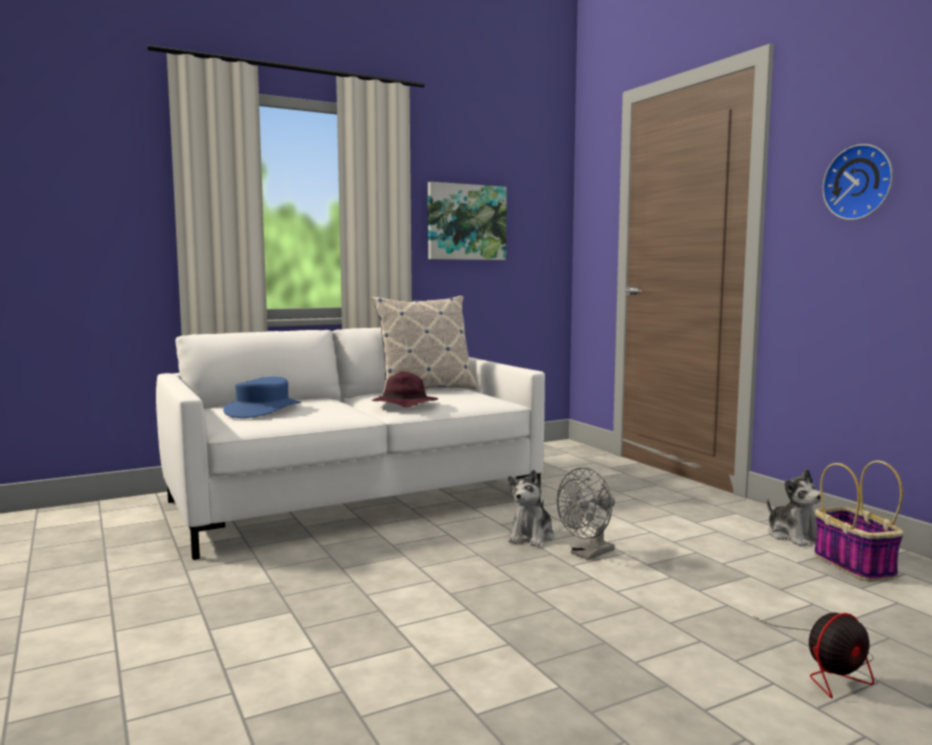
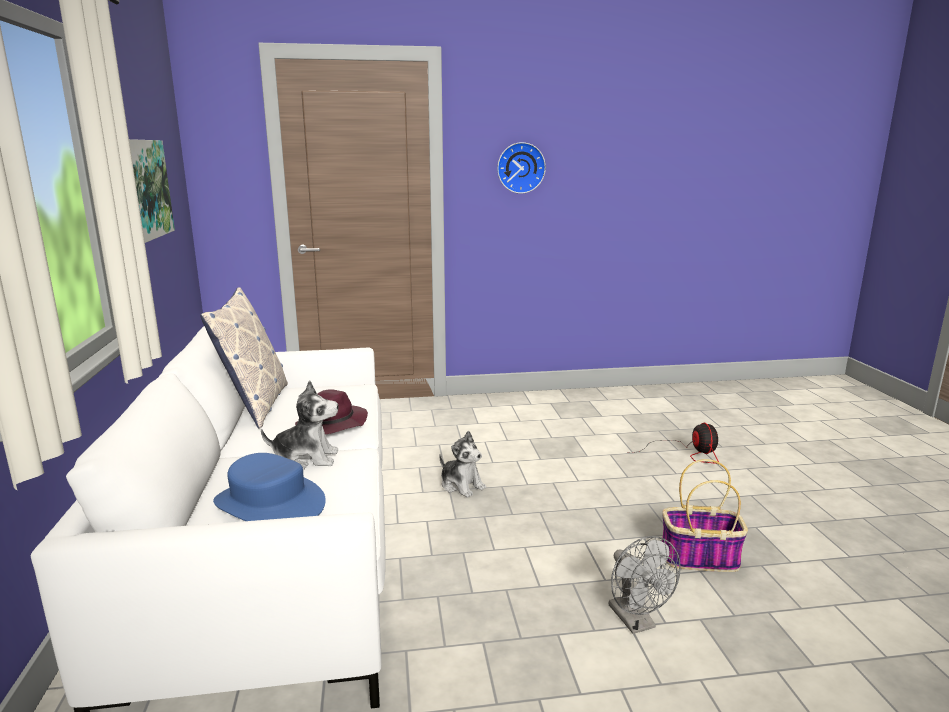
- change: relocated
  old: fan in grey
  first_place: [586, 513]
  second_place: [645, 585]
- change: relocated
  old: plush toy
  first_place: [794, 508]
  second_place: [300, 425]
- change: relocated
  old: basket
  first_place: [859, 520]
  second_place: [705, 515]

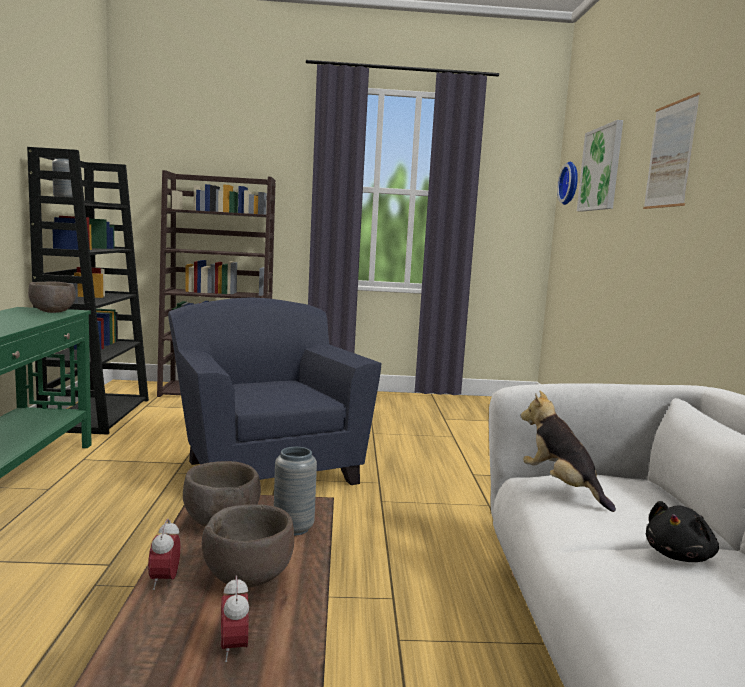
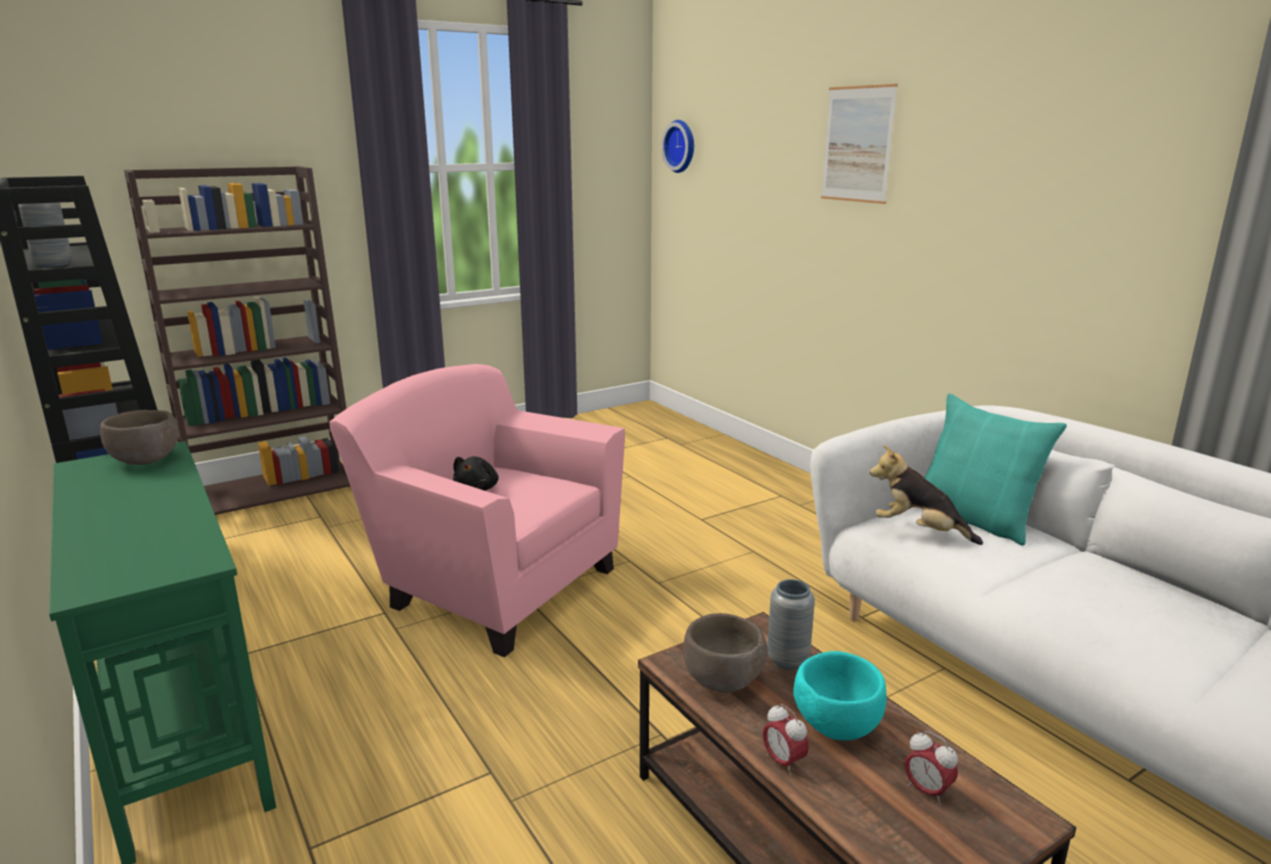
- change: missing
  old: picture
  first_place: [600, 166]
- change: appeared
  new: pillow in turquoise
  second_place: [996, 469]
- change: relocated
  old: plush toy in black
  first_place: [682, 531]
  second_place: [476, 474]
- change: colour
  old: armchair in blue
  new: armchair in pink
  first_place: [274, 391]
  second_place: [477, 510]
- change: colour
  old: bowl in brown
  new: bowl in turquoise
  first_place: [248, 545]
  second_place: [840, 695]

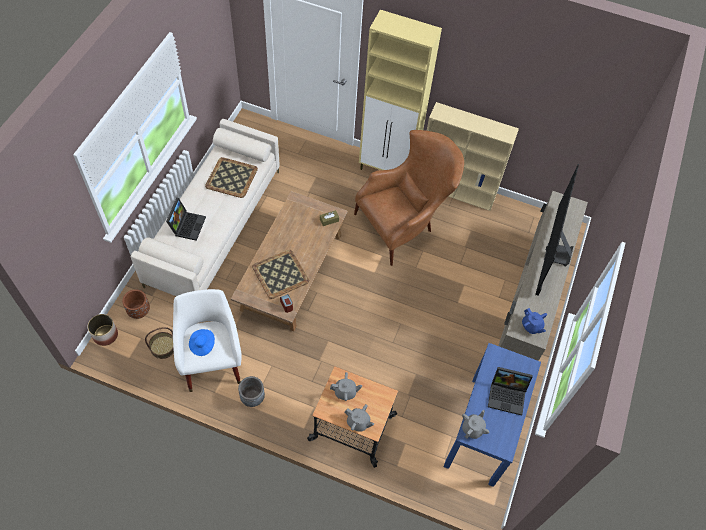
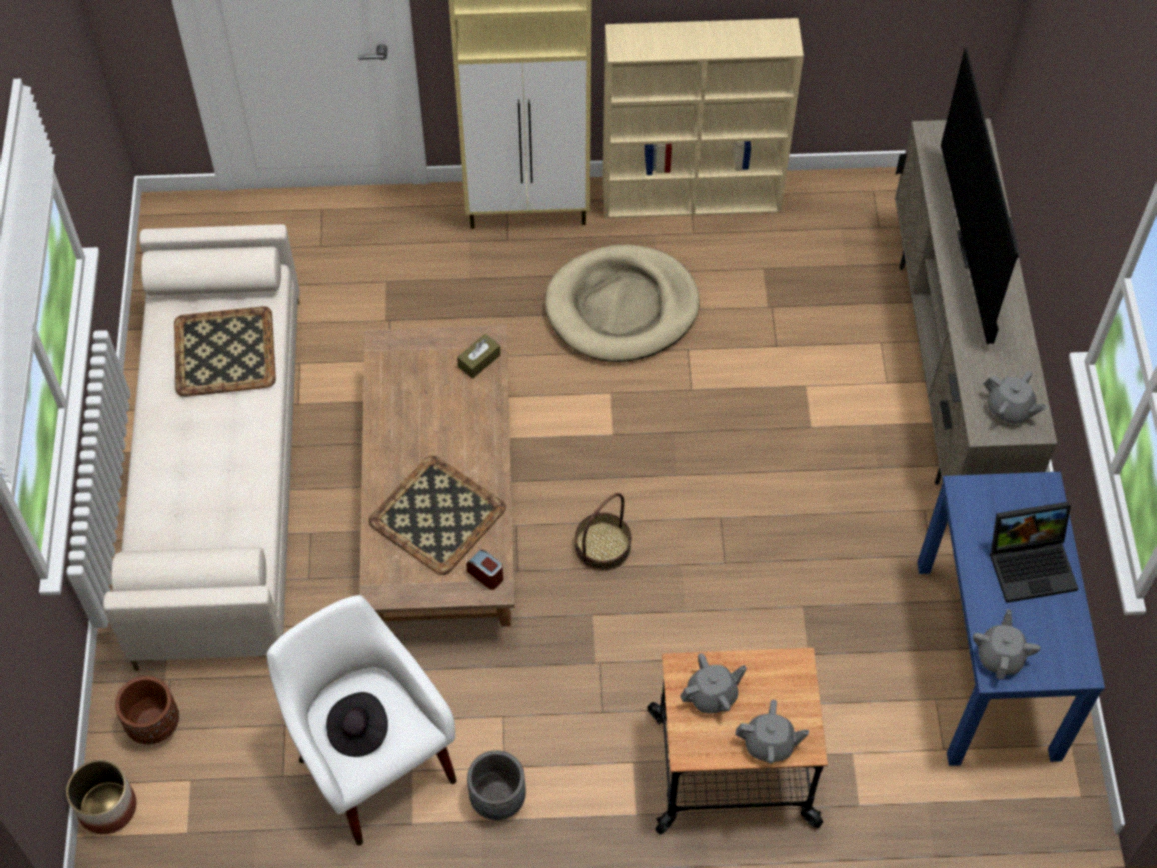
- change: missing
  old: laptop
  first_place: [186, 219]
- change: relocated
  old: basket
  first_place: [159, 343]
  second_place: [603, 532]
- change: exchanged
  old: armchair in brown
  new: dog bed in beige
  first_place: [409, 198]
  second_place: [622, 303]
- change: colour
  old: hat in blue
  new: hat in black
  first_place: [202, 342]
  second_place: [357, 724]
- change: colour
  old: teapot in blue
  new: teapot in grey
  first_place: [534, 321]
  second_place: [1015, 398]

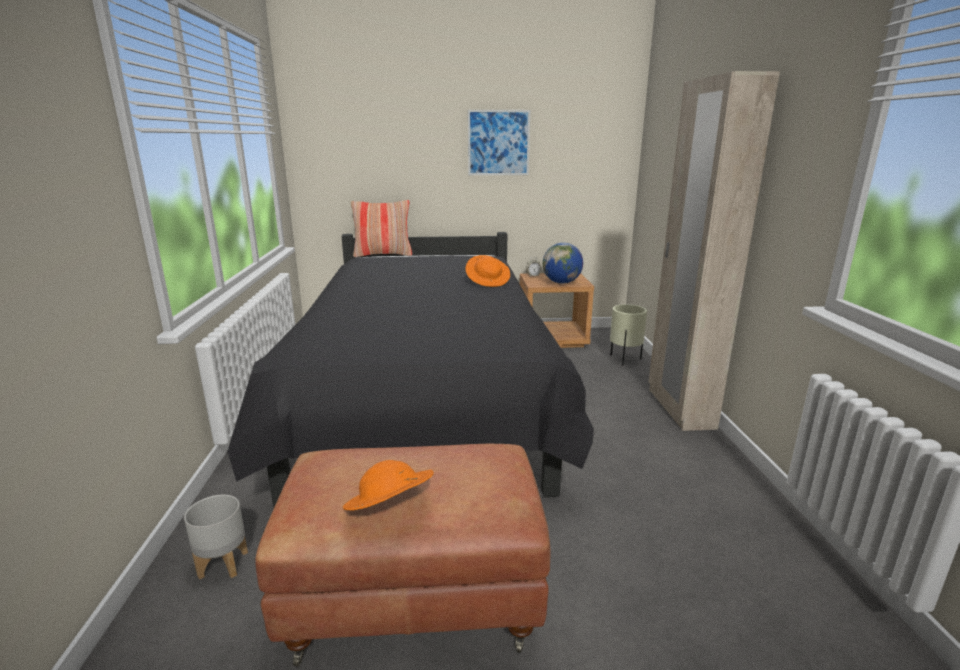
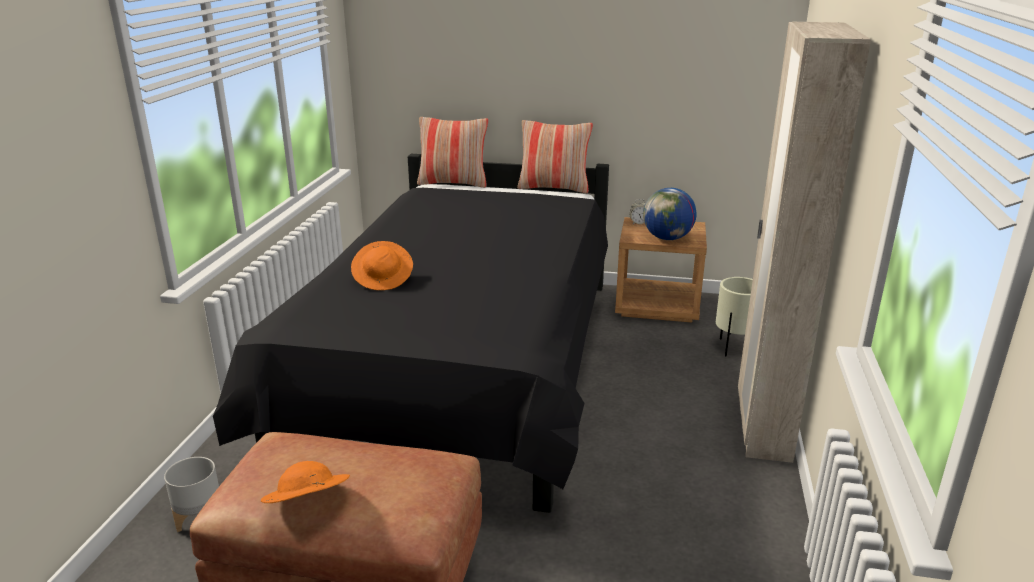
- change: missing
  old: picture
  first_place: [499, 142]
- change: appeared
  new: pillow
  second_place: [555, 156]
- change: relocated
  old: hat in orange
  first_place: [488, 271]
  second_place: [382, 265]

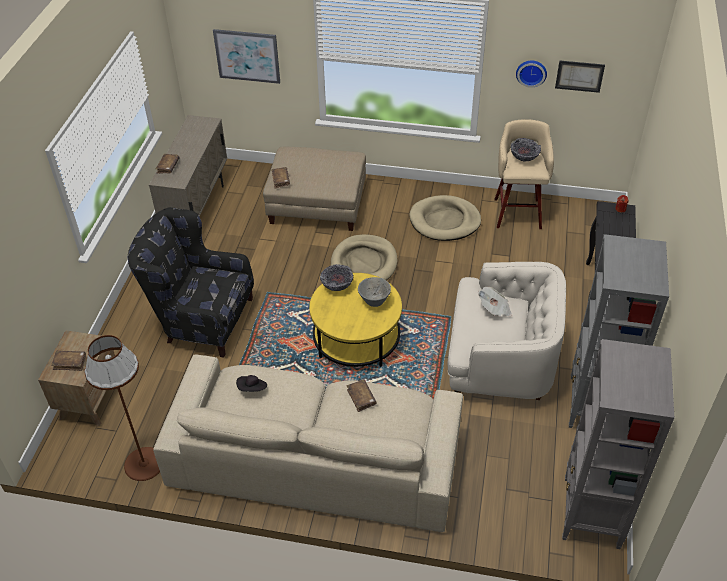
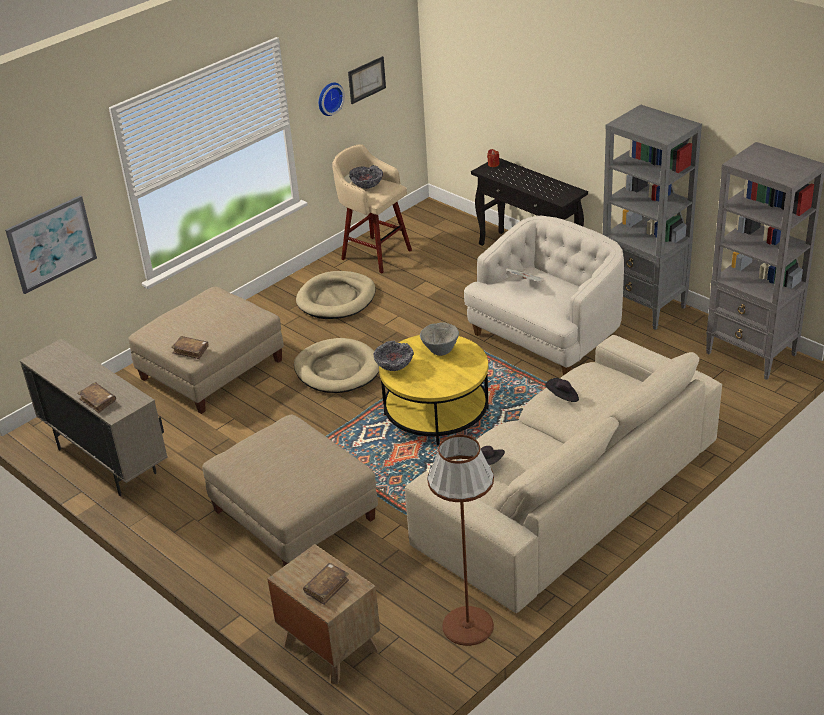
- change: exchanged
  old: armchair in black
  new: ottoman in beige
  first_place: [191, 282]
  second_place: [290, 490]
- change: exchanged
  old: book in brown
  new: hat in black
  first_place: [362, 395]
  second_place: [562, 390]

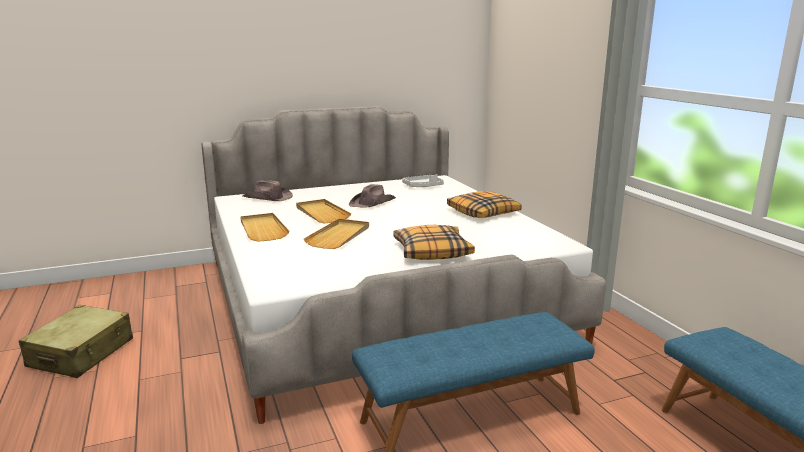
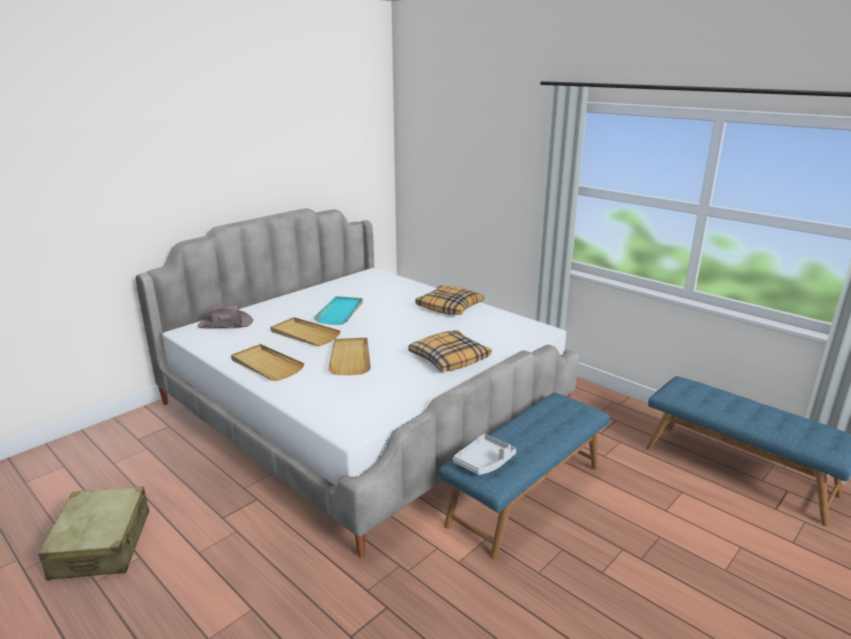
- change: relocated
  old: tray in grey
  first_place: [423, 180]
  second_place: [484, 454]
- change: exchanged
  old: hat in brown
  new: tray in turquoise
  first_place: [372, 196]
  second_place: [338, 310]

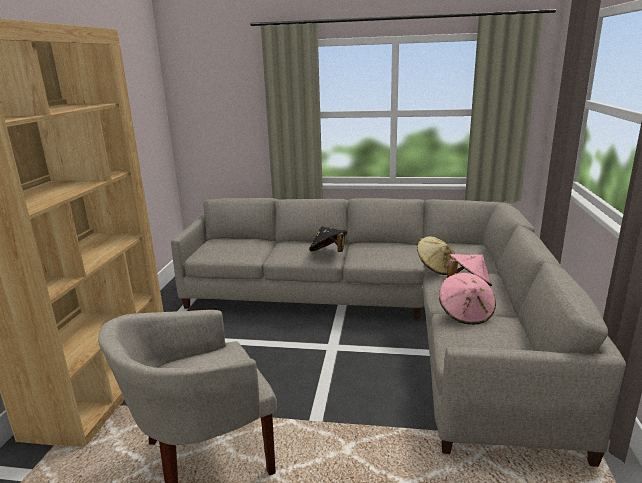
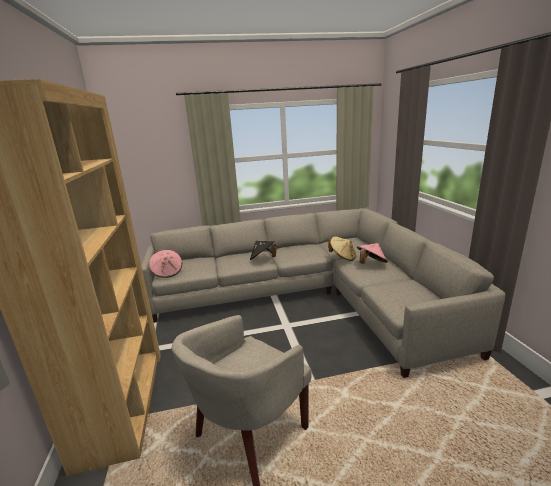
- change: relocated
  old: hat in pink
  first_place: [467, 299]
  second_place: [165, 264]

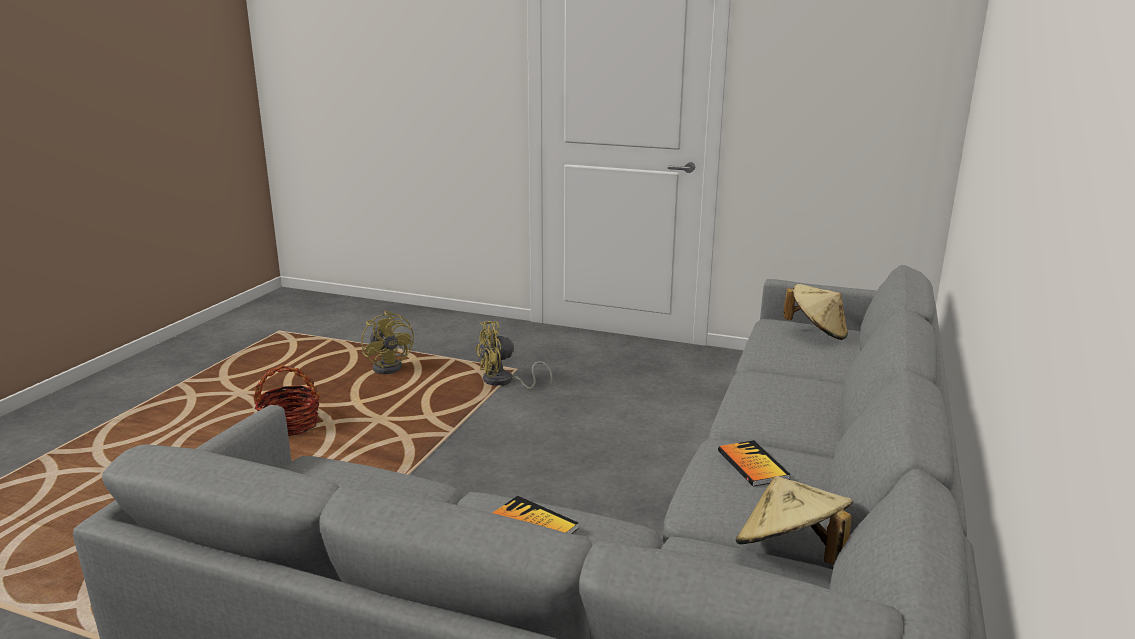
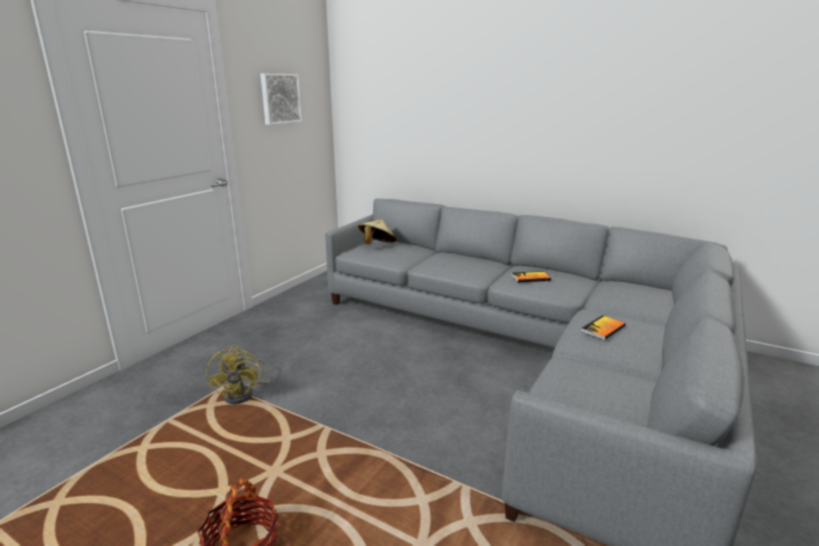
- change: missing
  old: fan in yellow
  first_place: [387, 342]
- change: missing
  old: hat in beige
  first_place: [794, 520]
- change: appeared
  new: picture
  second_place: [281, 99]

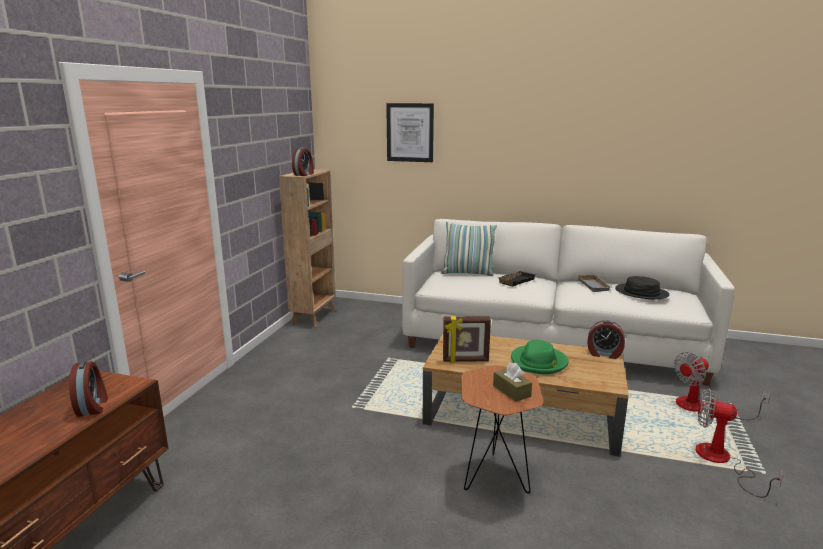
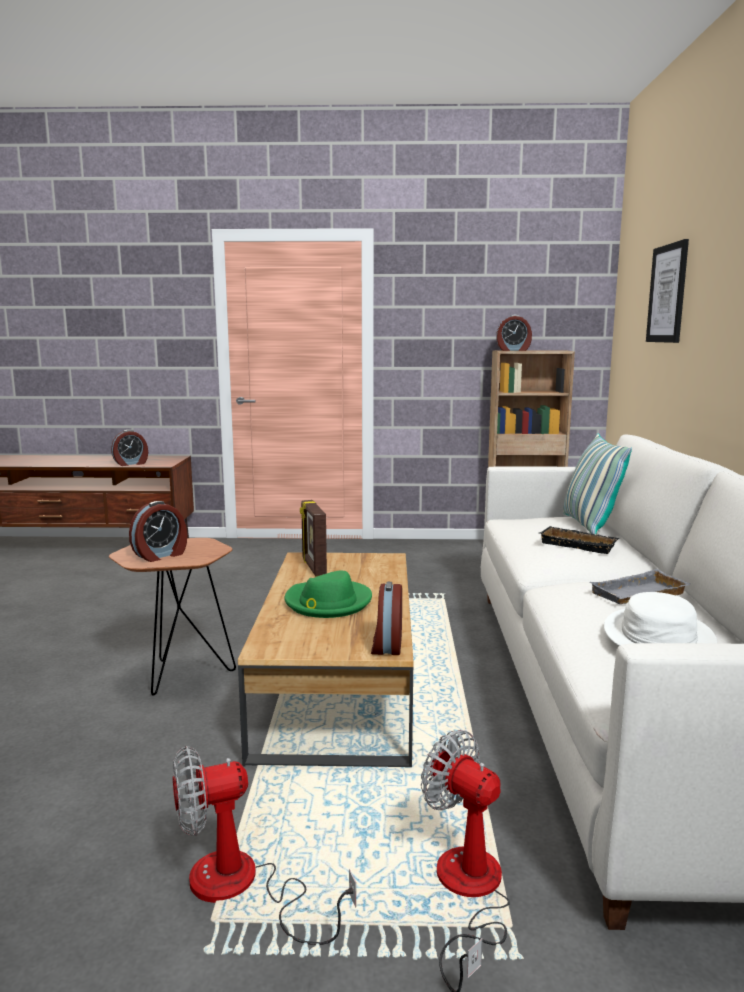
- change: exchanged
  old: tissue box in brown
  new: alarm clock
  first_place: [512, 382]
  second_place: [158, 531]
- change: colour
  old: hat in black
  new: hat in white
  first_place: [642, 288]
  second_place: [660, 619]
- change: spun
  old: fan
  first_place: [739, 443]
  second_place: [264, 845]
  degrees: -120

